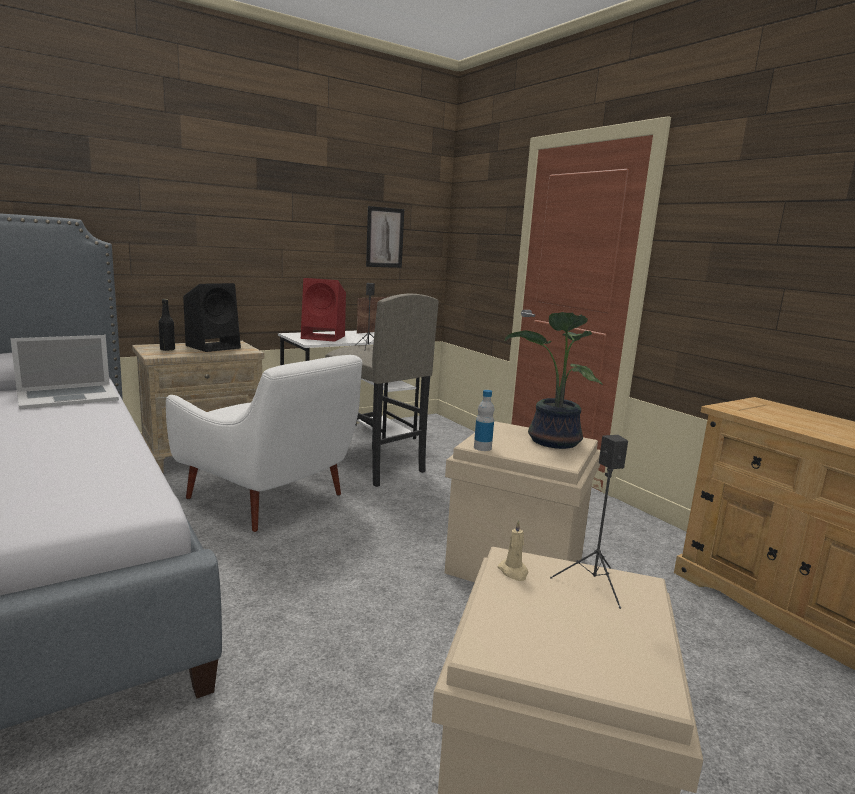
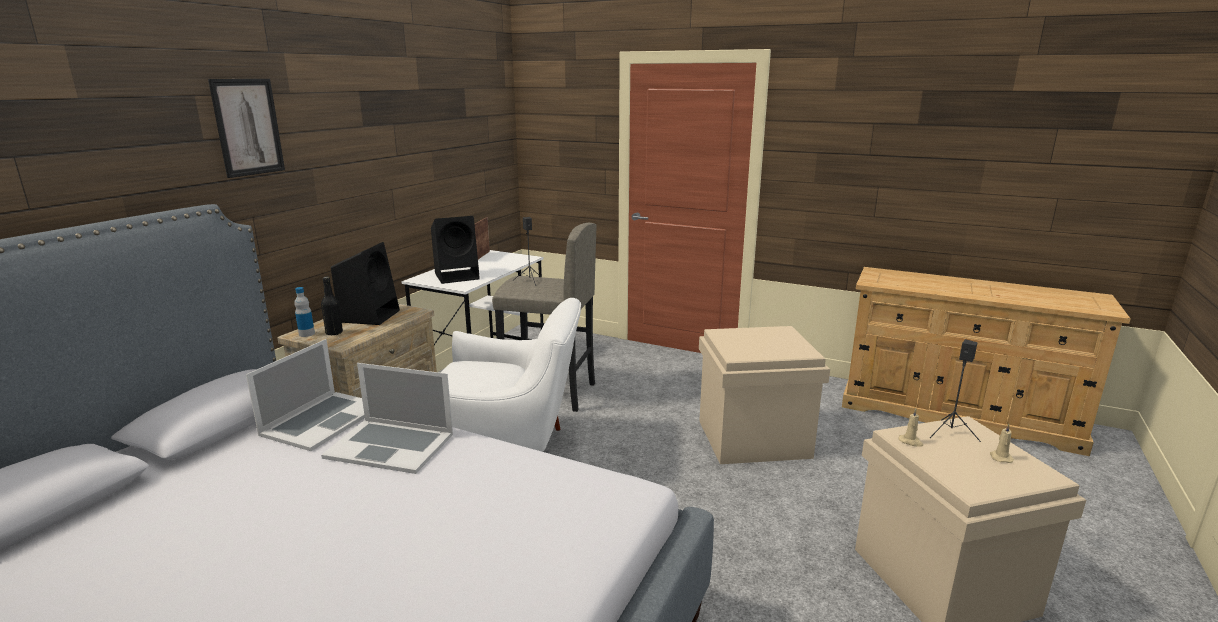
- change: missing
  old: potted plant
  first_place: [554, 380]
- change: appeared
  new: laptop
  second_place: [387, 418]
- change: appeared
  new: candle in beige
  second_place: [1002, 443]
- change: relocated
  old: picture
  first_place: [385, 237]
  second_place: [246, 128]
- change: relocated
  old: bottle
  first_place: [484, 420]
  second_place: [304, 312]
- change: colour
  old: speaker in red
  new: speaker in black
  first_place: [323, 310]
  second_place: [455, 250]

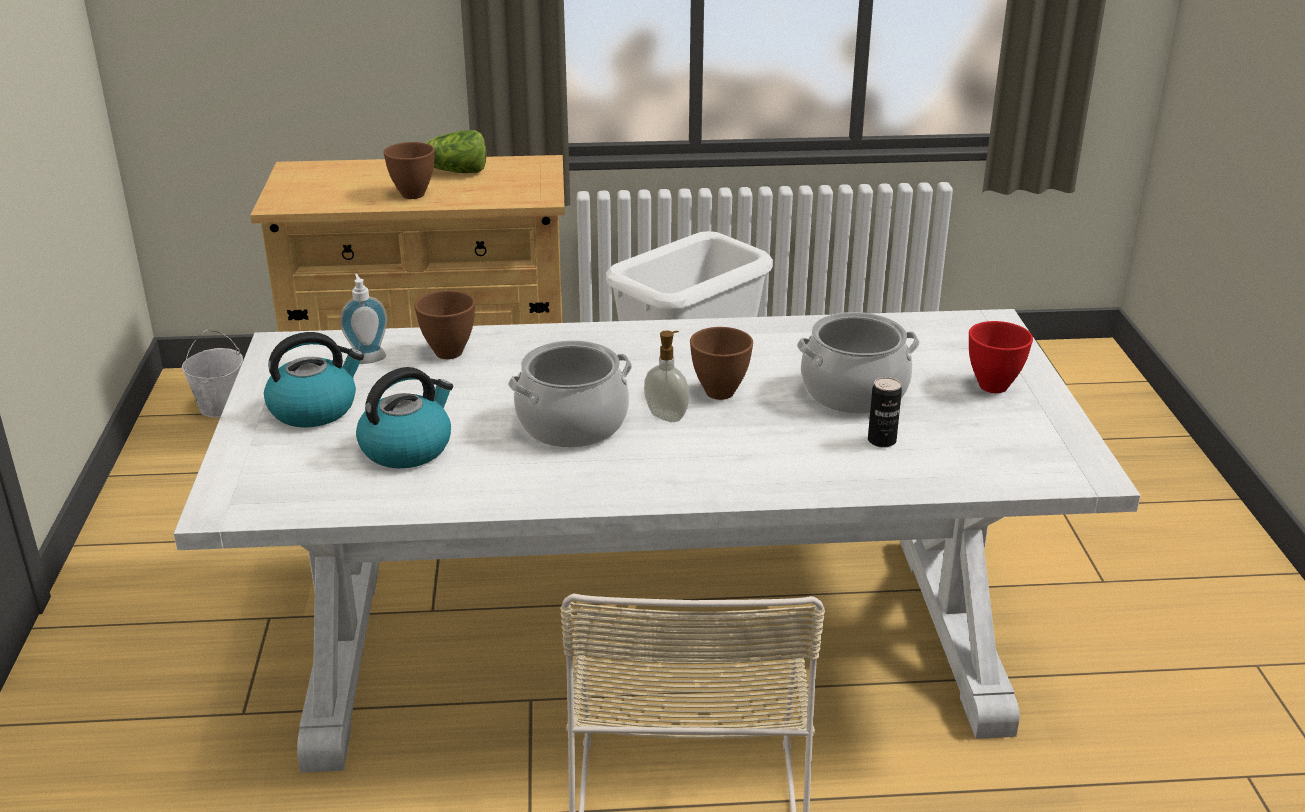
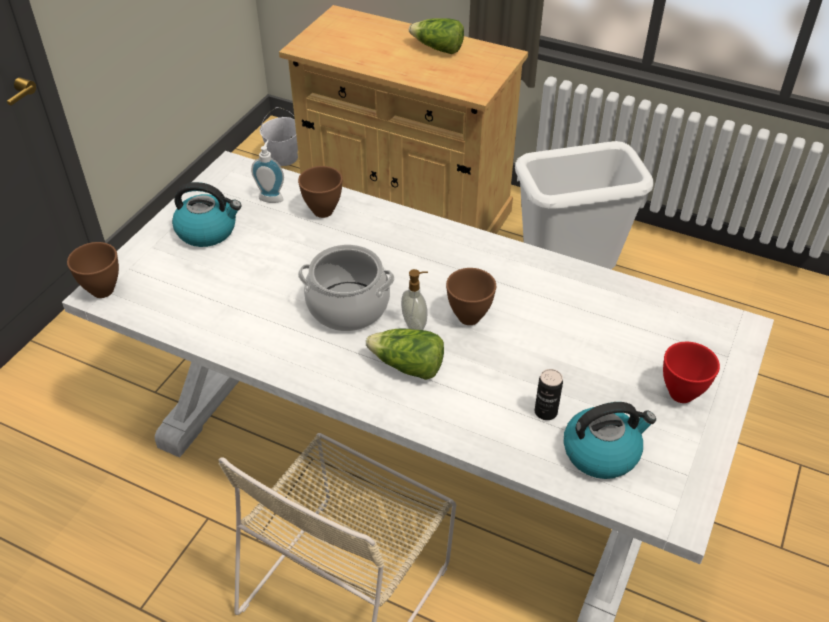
- change: missing
  old: cooking pot
  first_place: [858, 363]
- change: appeared
  new: lettuce
  second_place: [405, 354]
- change: relocated
  old: kettle
  first_place: [404, 417]
  second_place: [609, 440]
- change: relocated
  old: bowl in brown
  first_place: [409, 170]
  second_place: [93, 270]

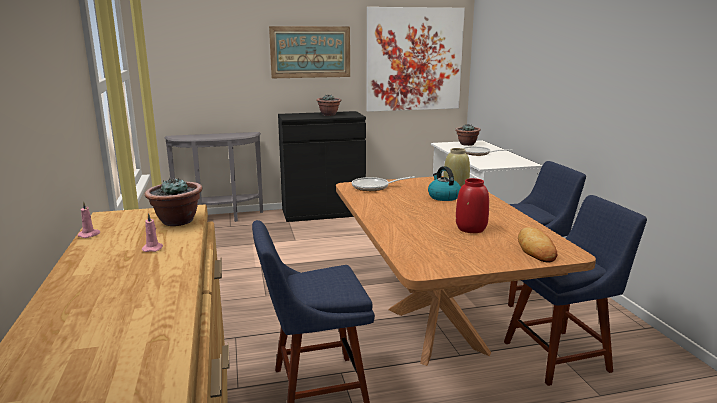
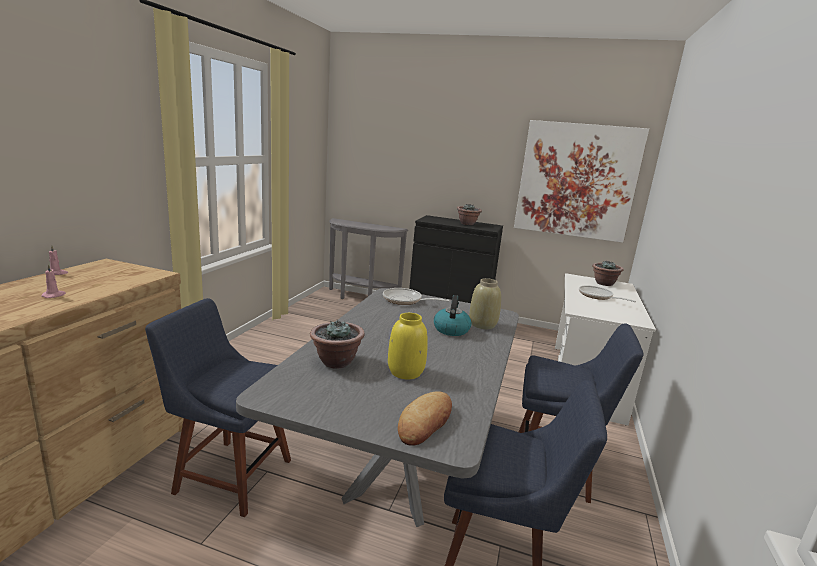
- change: missing
  old: picture
  first_place: [309, 52]
- change: relocated
  old: potted plant
  first_place: [173, 202]
  second_place: [337, 344]
- change: colour
  old: dining table in brown
  new: dining table in grey
  first_place: [466, 271]
  second_place: [377, 407]
- change: colour
  old: vase in red
  new: vase in yellow
  first_place: [472, 205]
  second_place: [408, 346]

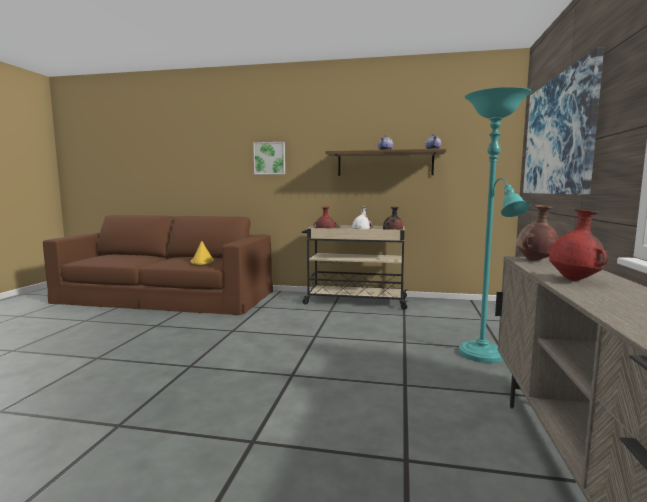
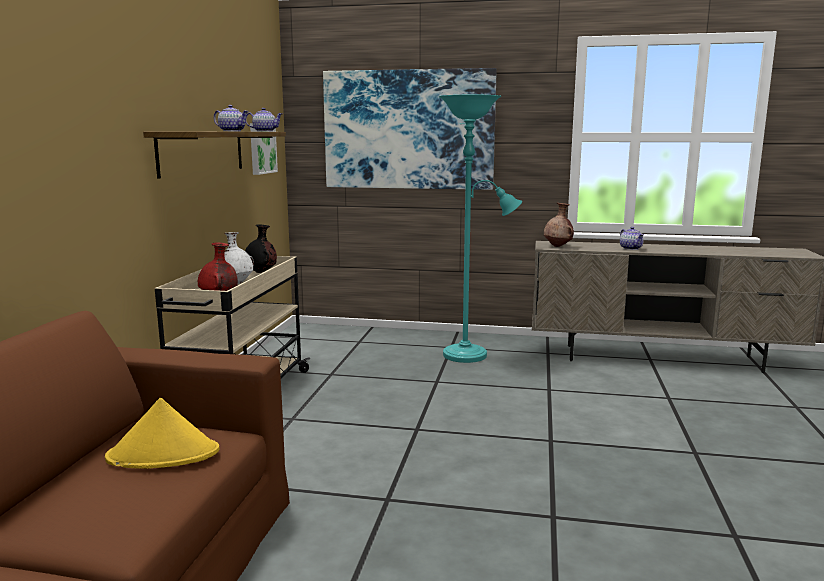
- change: relocated
  old: picture
  first_place: [269, 158]
  second_place: [264, 149]
- change: exchanged
  old: vase in red
  new: teapot
  first_place: [578, 245]
  second_place: [632, 238]

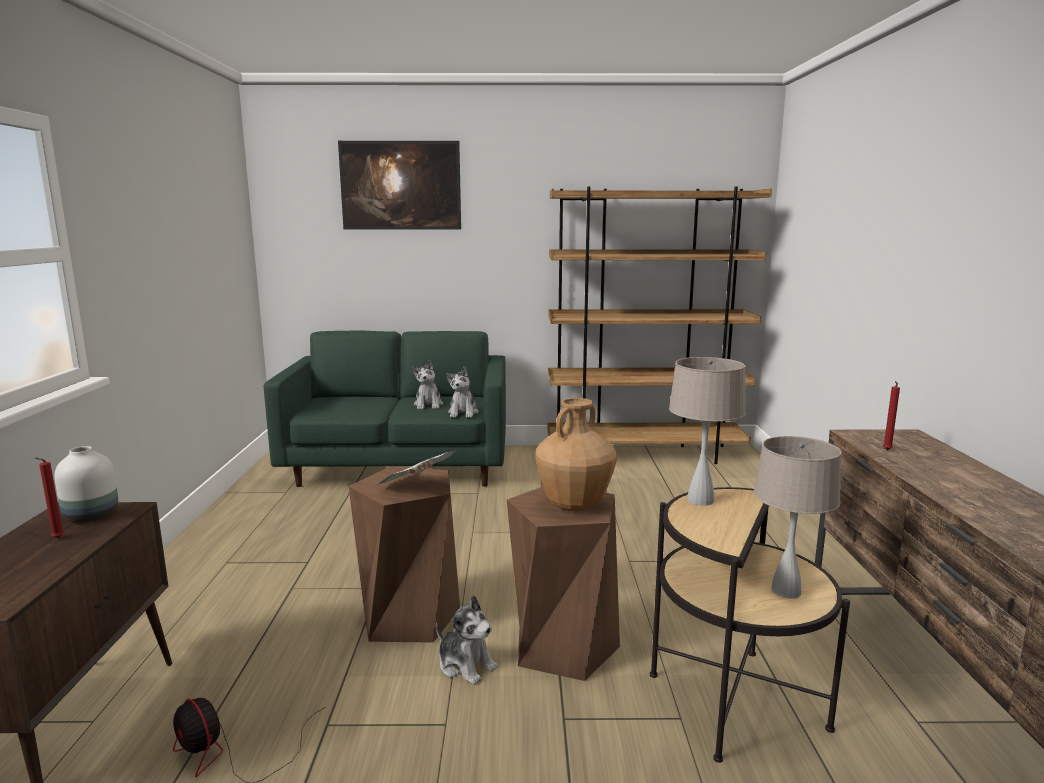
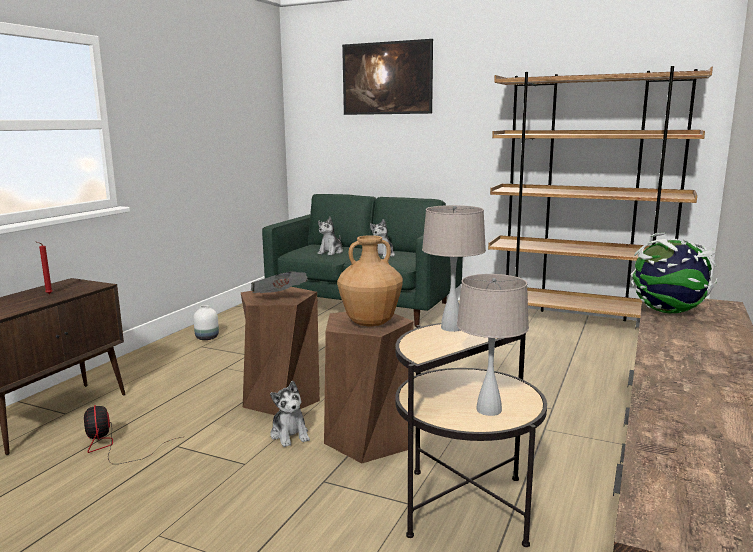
- change: relocated
  old: vase in white
  first_place: [86, 484]
  second_place: [206, 322]
- change: relocated
  old: plush toy
  first_place: [462, 392]
  second_place: [330, 236]
- change: exchanged
  old: candle in red
  new: globe
  first_place: [891, 415]
  second_place: [674, 273]

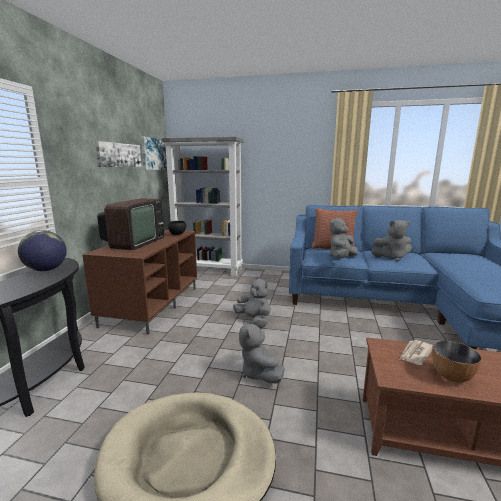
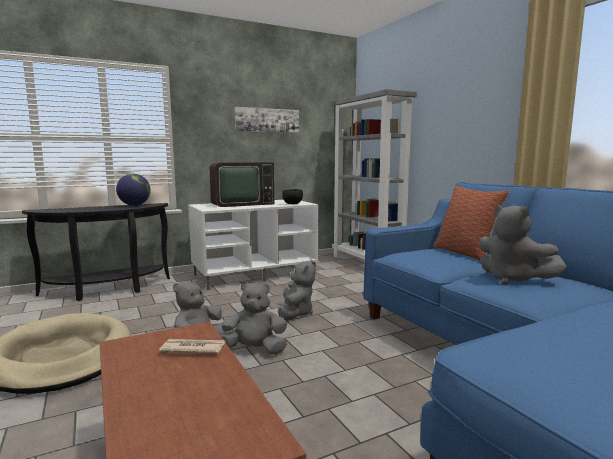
- change: missing
  old: picture
  first_place: [154, 153]
- change: missing
  old: bowl
  first_place: [457, 362]
- change: relocated
  old: plush toy in grey
  first_place: [344, 238]
  second_place: [253, 318]
- change: colour
  old: tv stand in brown
  new: tv stand in white
  first_place: [140, 282]
  second_place: [253, 245]

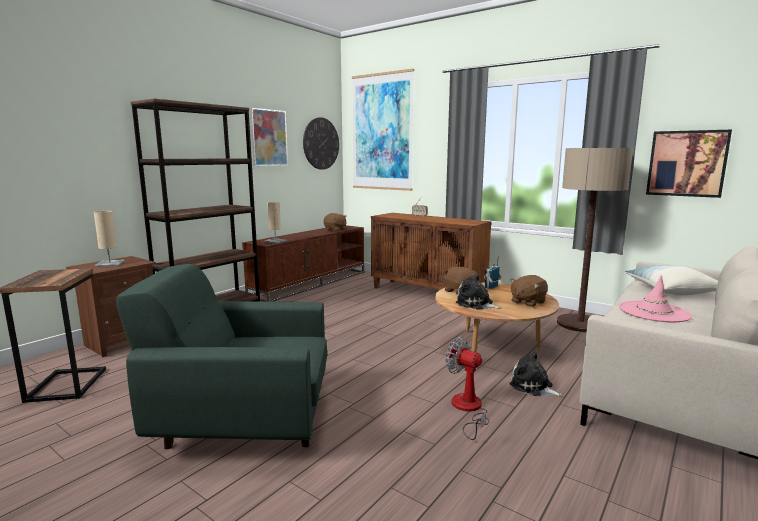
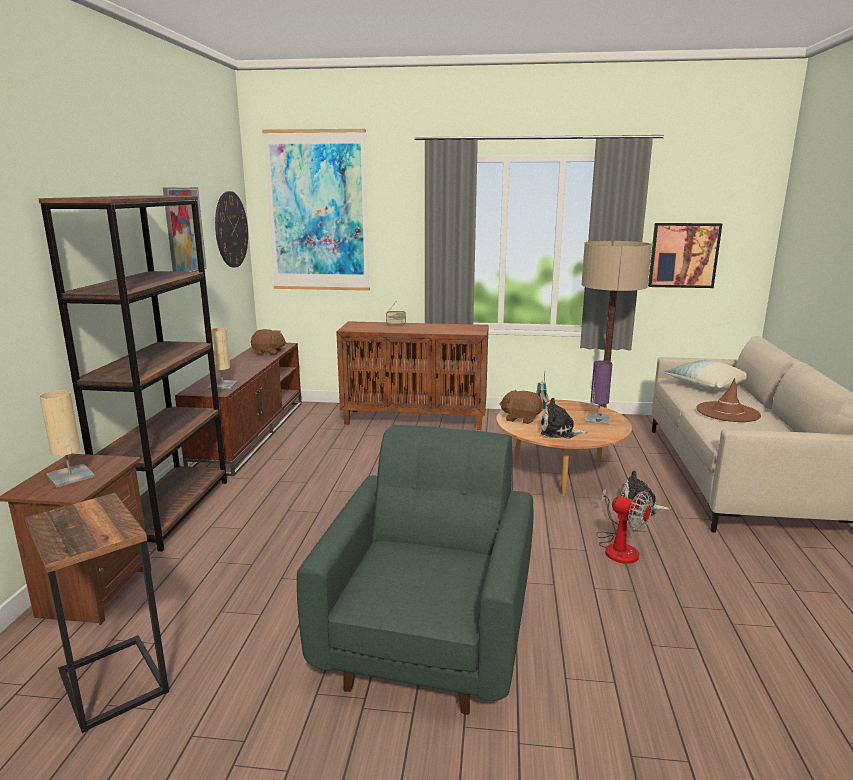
- change: exchanged
  old: plush toy in brown
  new: table lamp in purple
  first_place: [529, 291]
  second_place: [599, 393]
- change: colour
  old: hat in pink
  new: hat in brown
  first_place: [655, 298]
  second_place: [728, 400]
- change: spun
  old: armchair in green
  first_place: [221, 356]
  second_place: [415, 570]
  degrees: 135
- change: spun
  old: fan
  first_place: [467, 388]
  second_place: [625, 526]
  degrees: -150

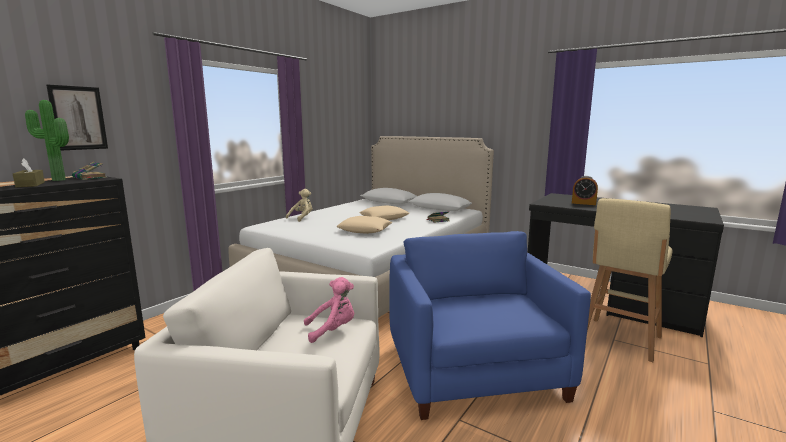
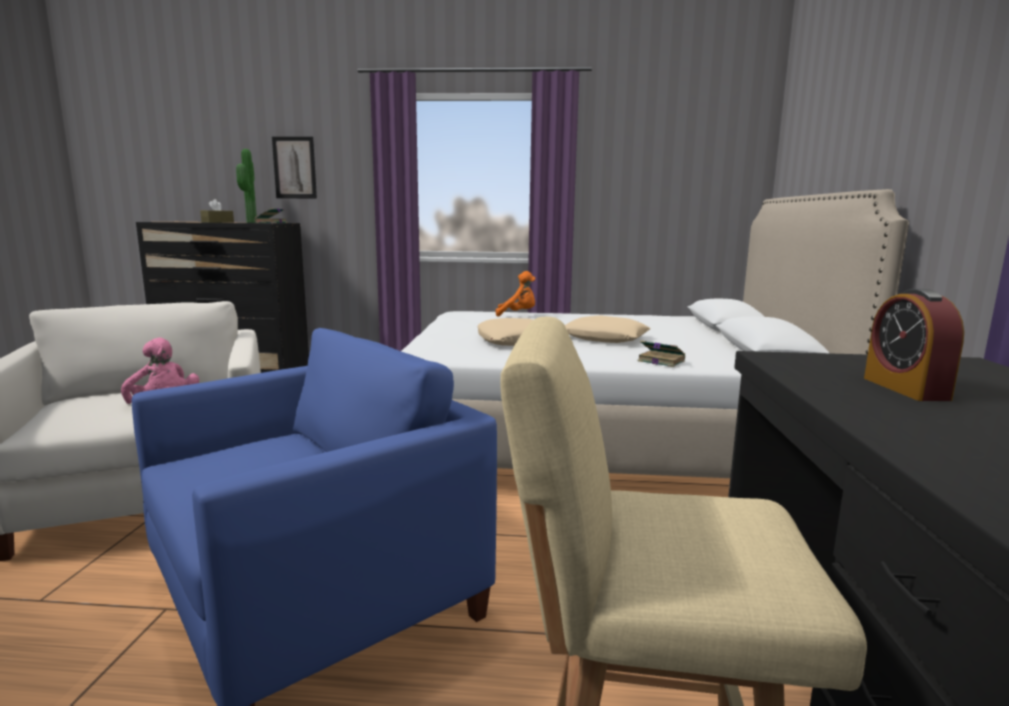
- change: colour
  old: plush toy in beige
  new: plush toy in orange
  first_place: [299, 205]
  second_place: [515, 293]

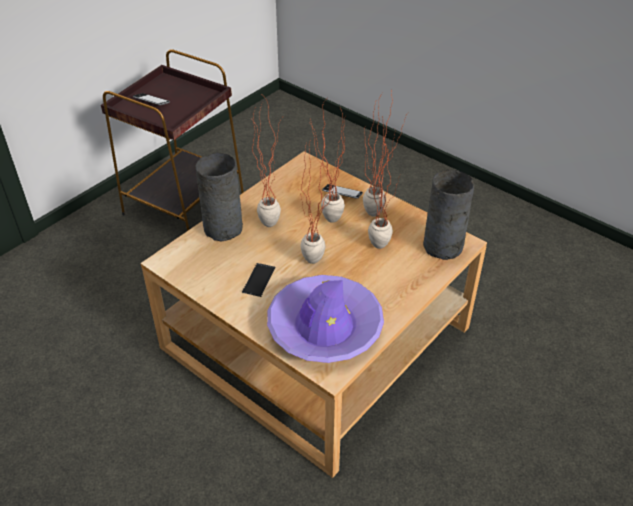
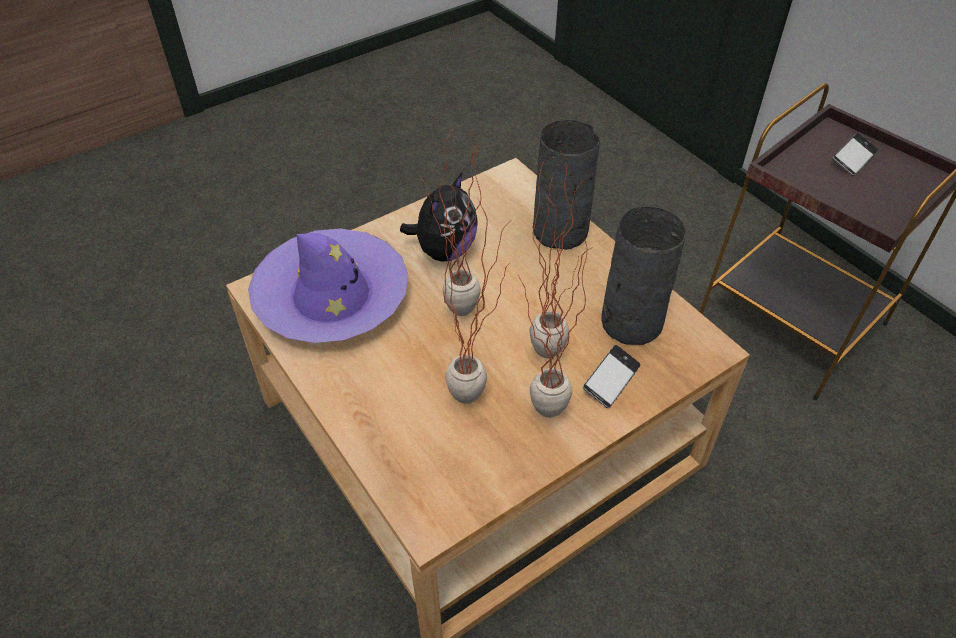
- change: missing
  old: potted plant
  first_place: [267, 162]
- change: relocated
  old: vase in grey
  first_place: [448, 215]
  second_place: [643, 276]
- change: exchanged
  old: phone
  new: plush toy
  first_place: [258, 280]
  second_place: [439, 217]

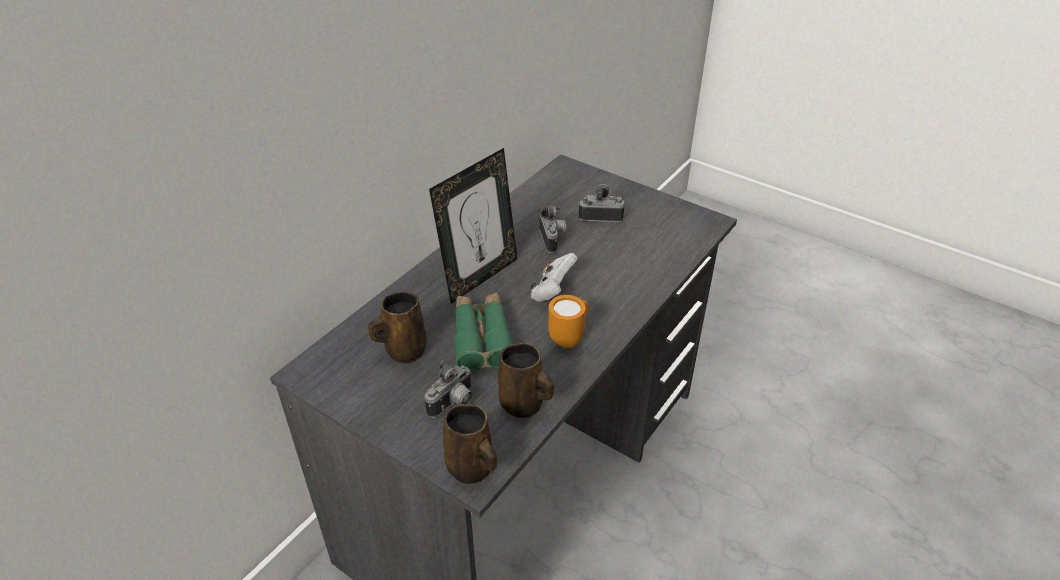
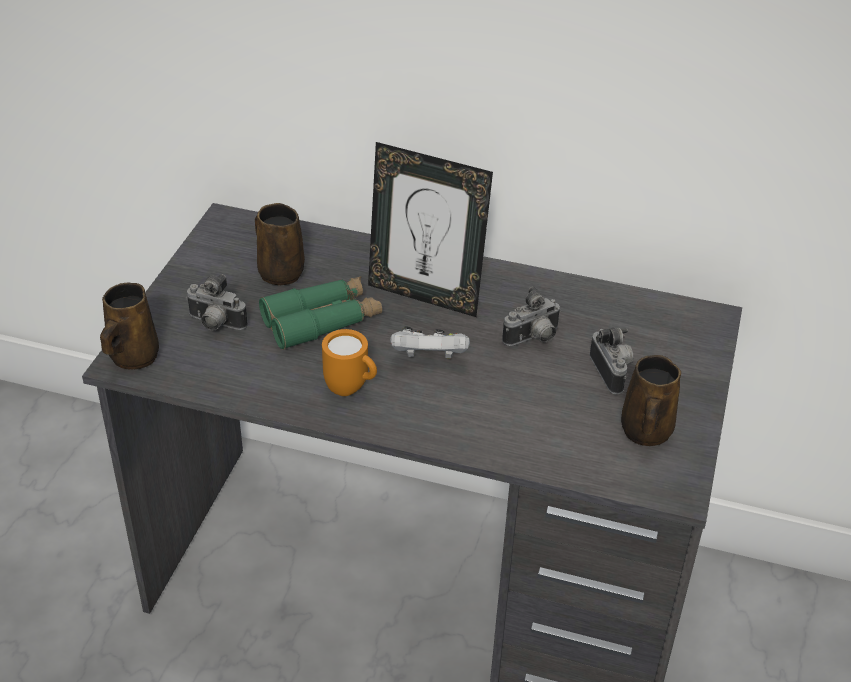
- change: relocated
  old: mug in brown
  first_place: [526, 380]
  second_place: [651, 400]

